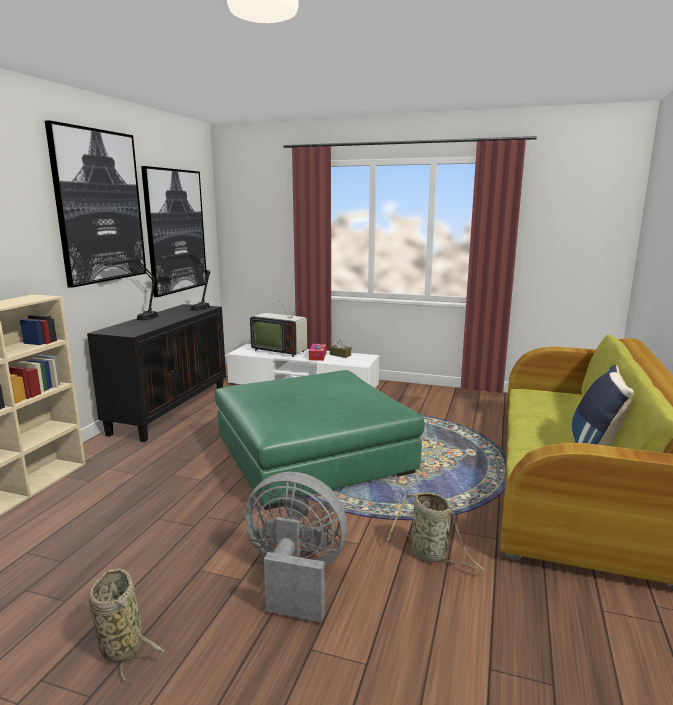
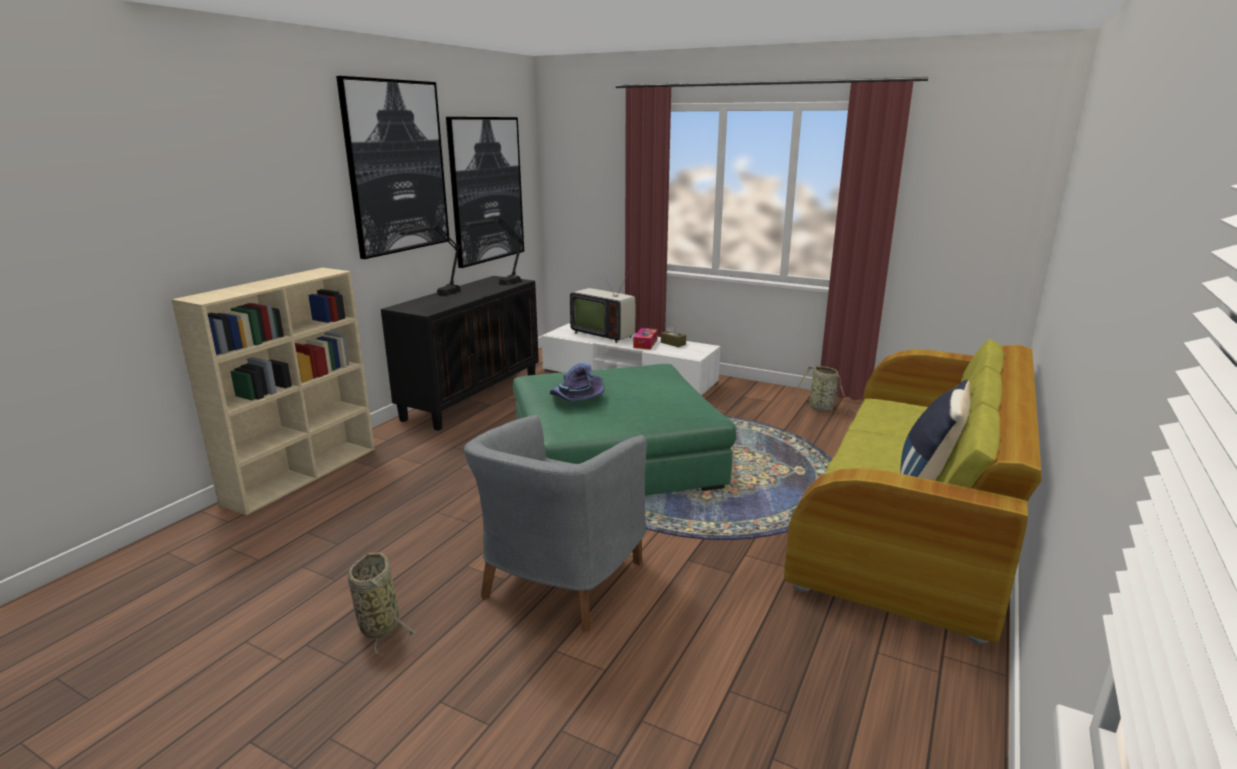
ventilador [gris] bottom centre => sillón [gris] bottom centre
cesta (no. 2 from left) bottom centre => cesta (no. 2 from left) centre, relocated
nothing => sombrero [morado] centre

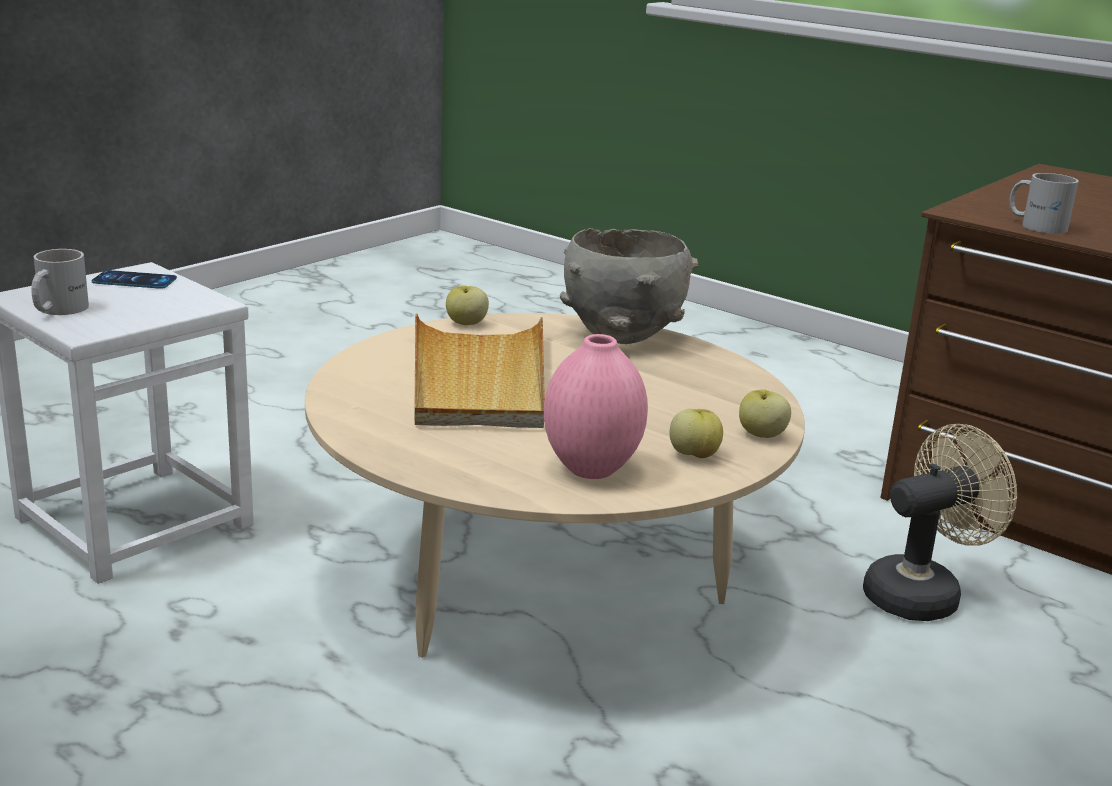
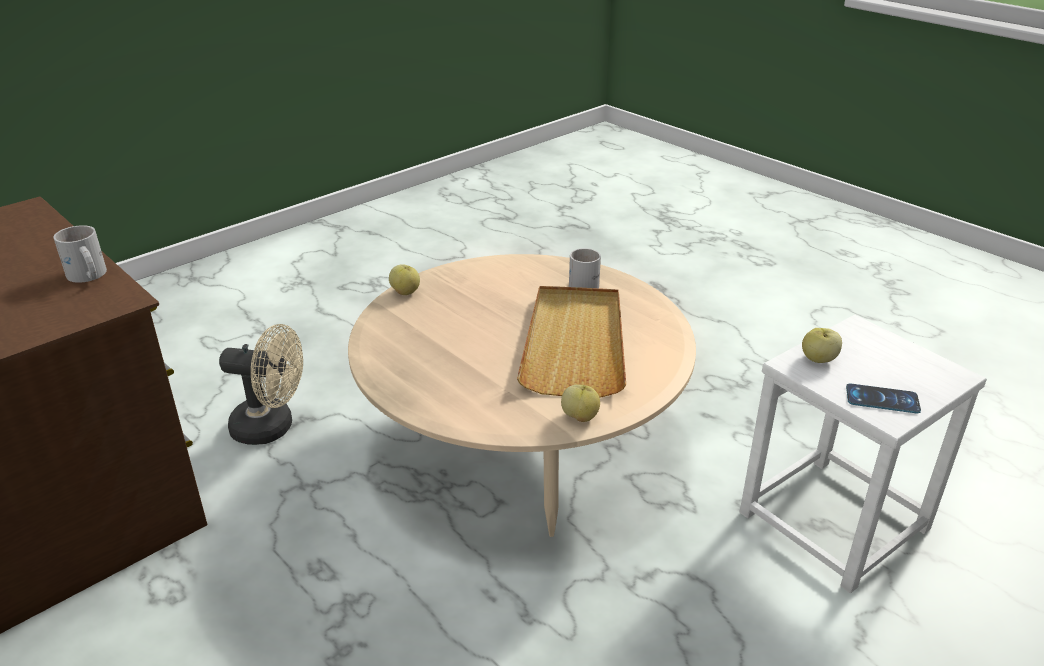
cuenco [gris] centre => nothing
taza grande [blanco] (no. 1 from left in the first image) middle left => taza grande [blanco] (no. 2 from left) centre, relocated
florero [rosa] centre => nothing
manzana (no. 2 from left in the first image) centre => manzana (no. 3 from left) middle right, relocated
ventilador [beis] middle right => ventilador [beis] middle left, 150 degrees counterclockwise

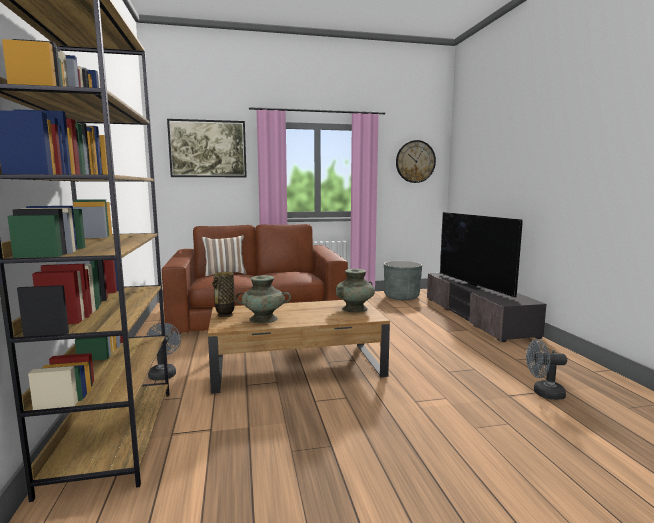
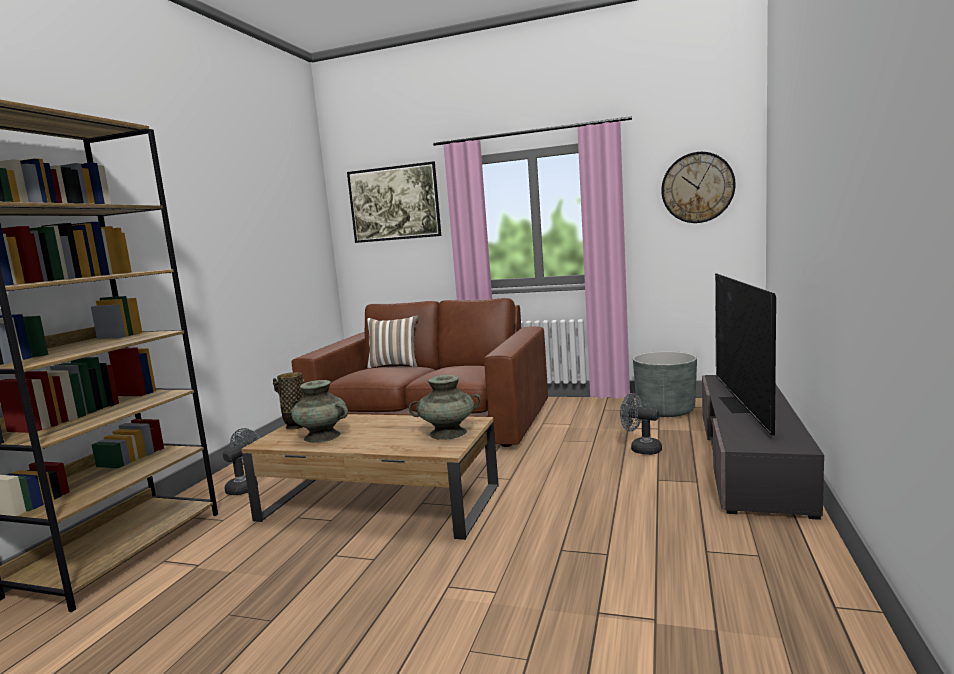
ventilador [gris] (no. 2 from left) bottom right => ventilador [gris] (no. 2 from left) middle right, relocated

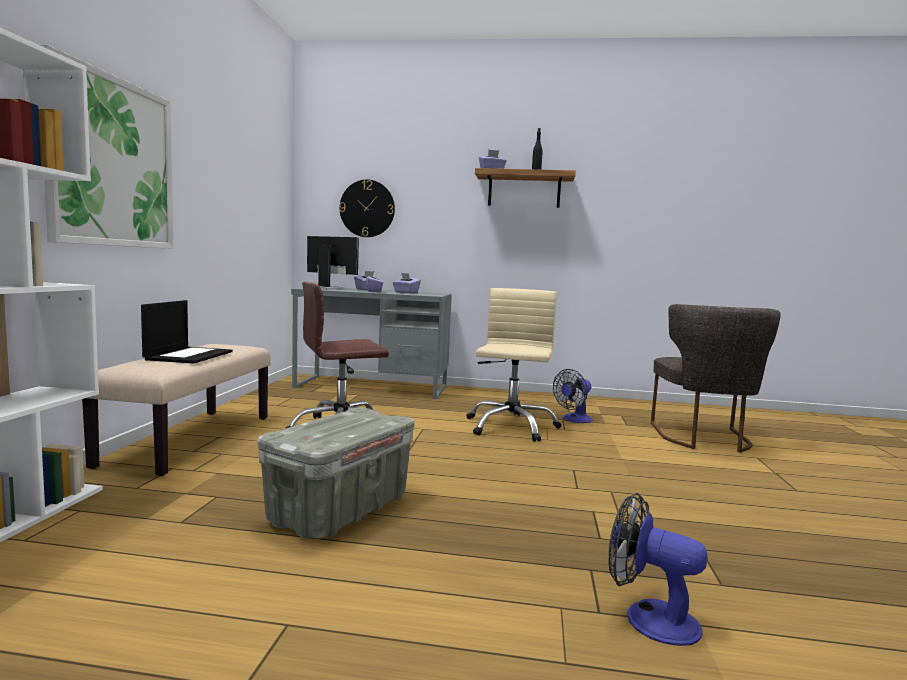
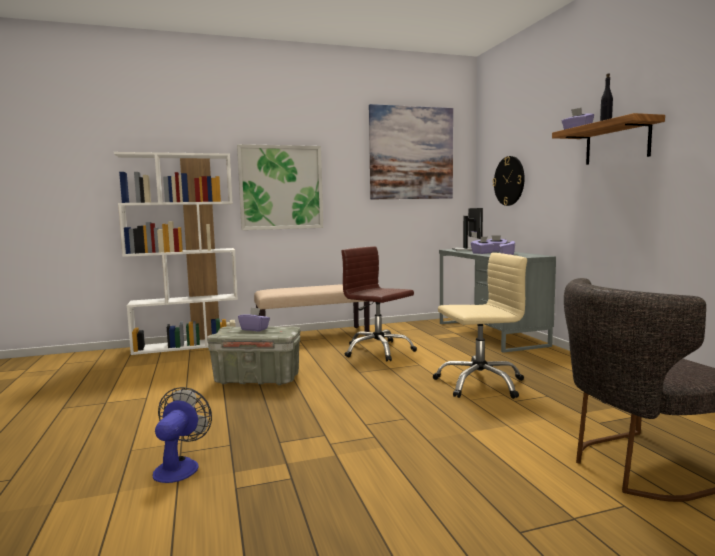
portátil middle left => nothing
ventilador (no. 1 from left) centre => nothing
nothing => cuadro (no. 2 from left) top centre
nothing => caja de pañuelos [morado] (no. 1 from left) centre

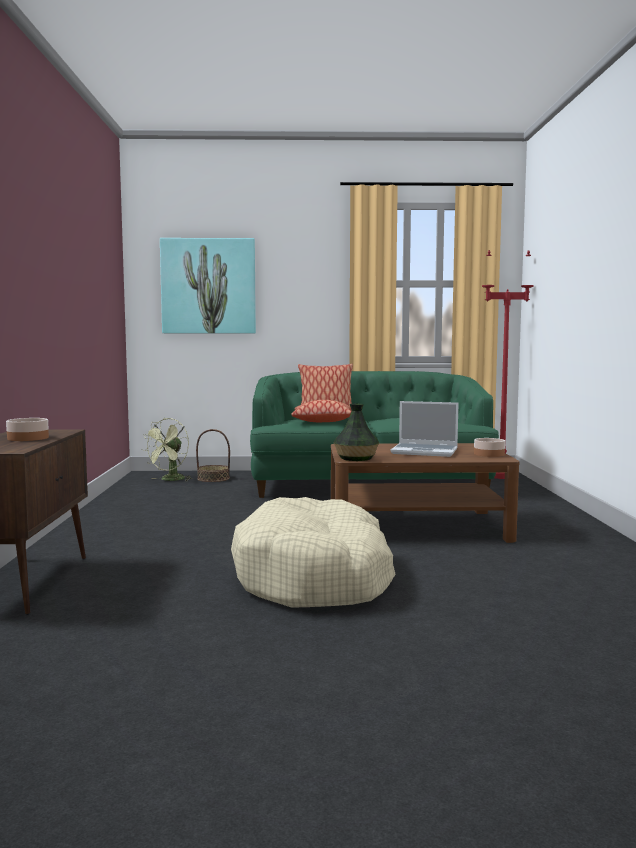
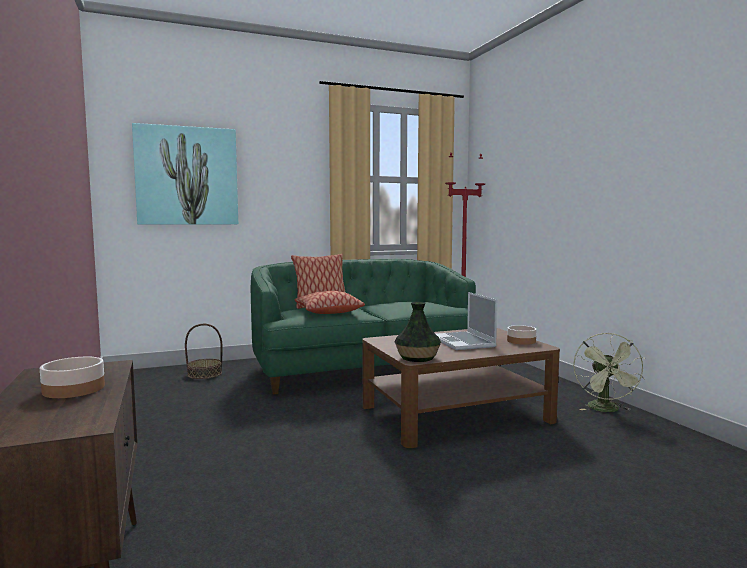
portátil middle right => portátil centre, 75 degrees clockwise
ventilador [verde] middle left => ventilador [verde] middle right, relocated
cama para perro [beis] centre => nothing

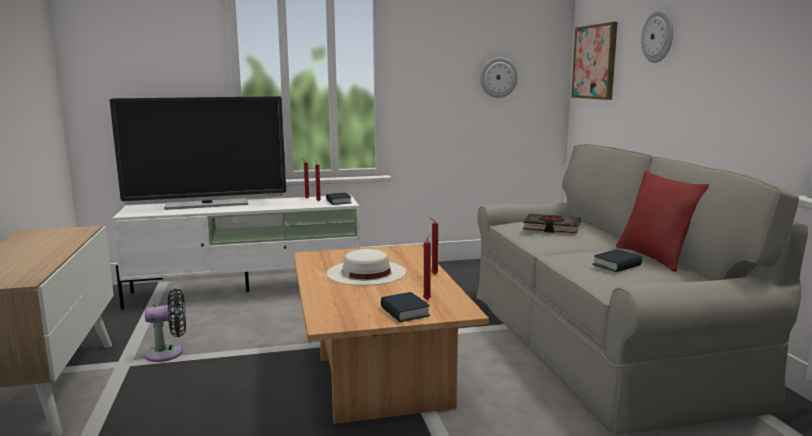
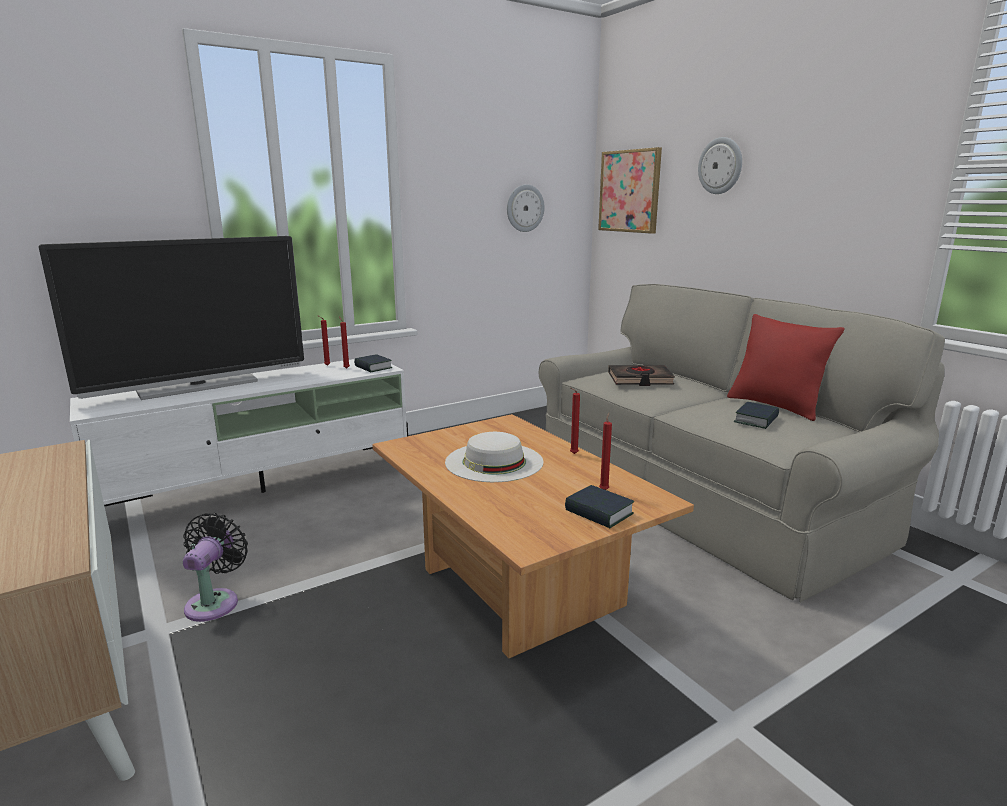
ventilador [negro] bottom left, 45 degrees counterclockwise

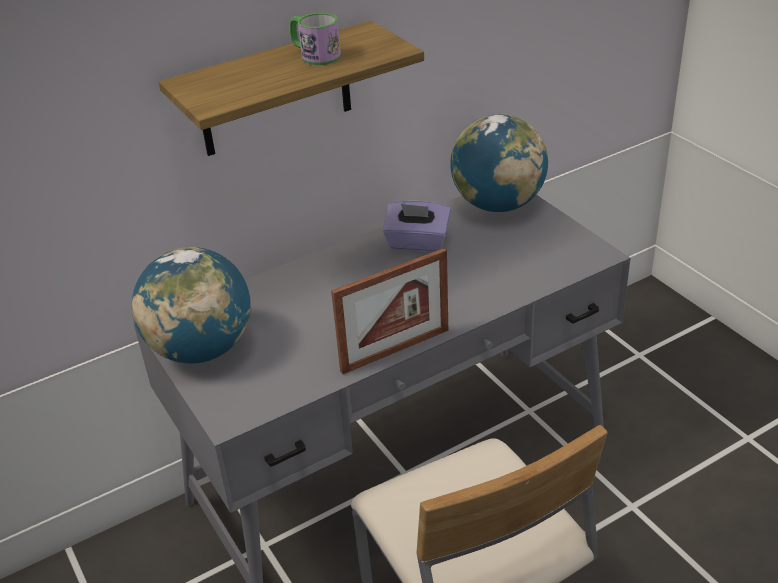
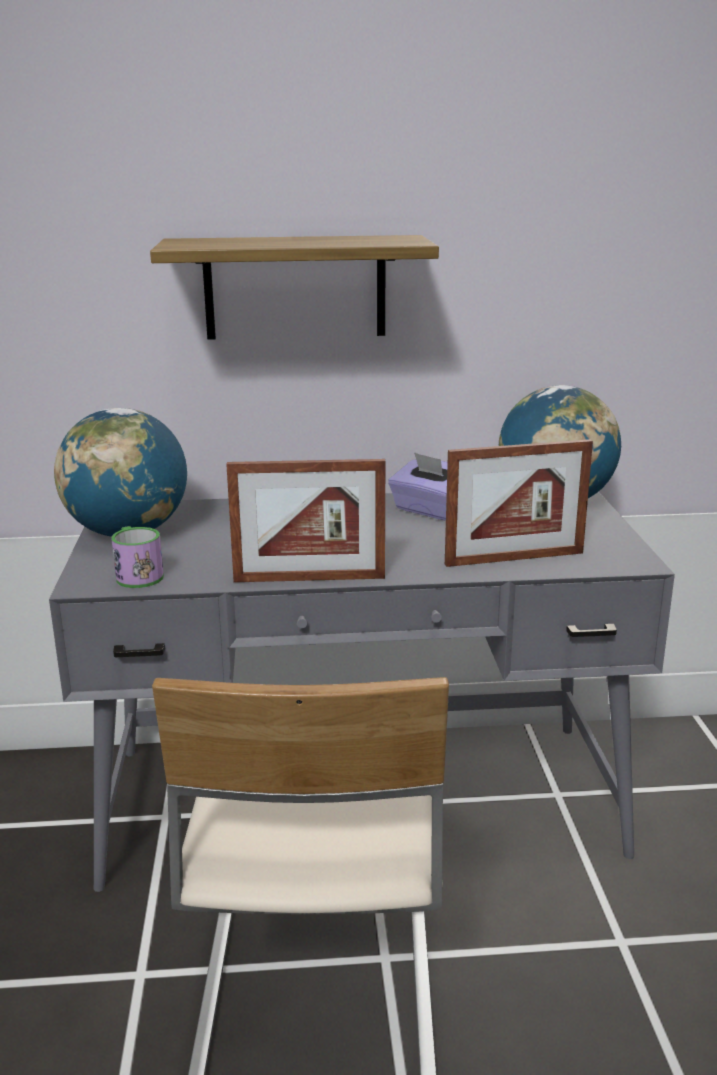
taza grande top centre => taza grande middle left, relocated
nothing => portarretratos (no. 2 from left) middle right

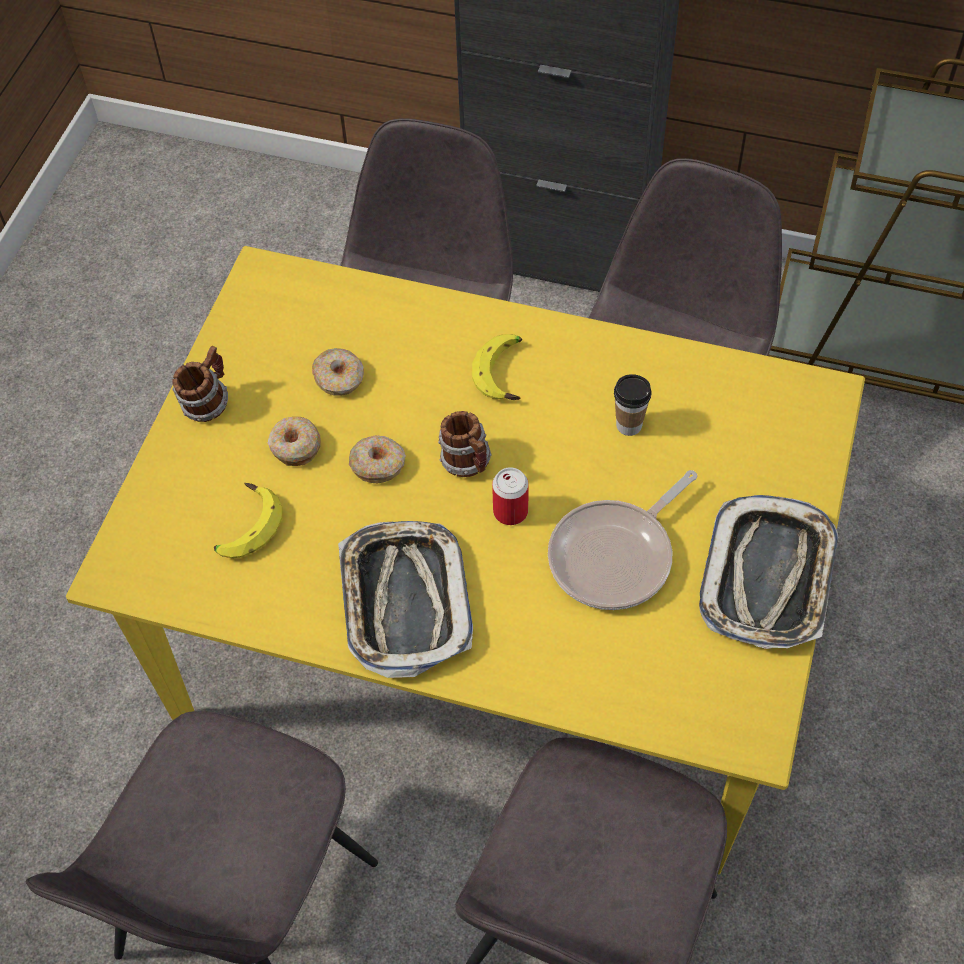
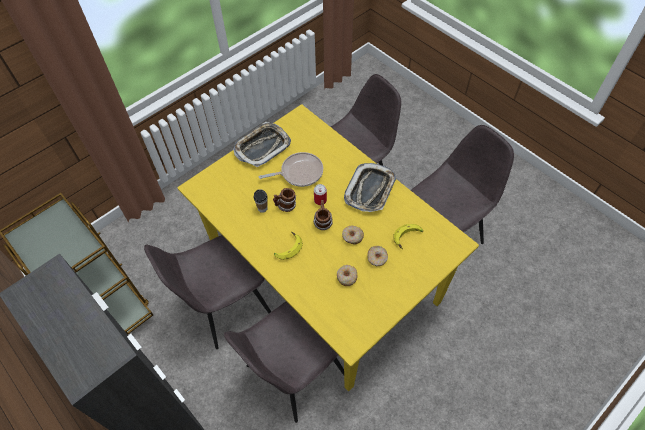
taza grande (no. 1 from left) middle left => taza grande (no. 1 from left) centre, relocated

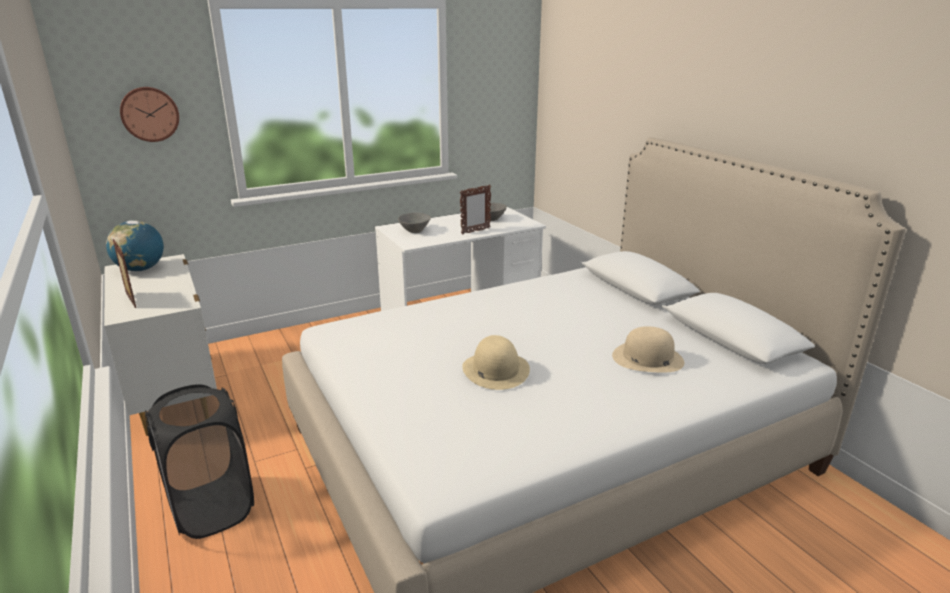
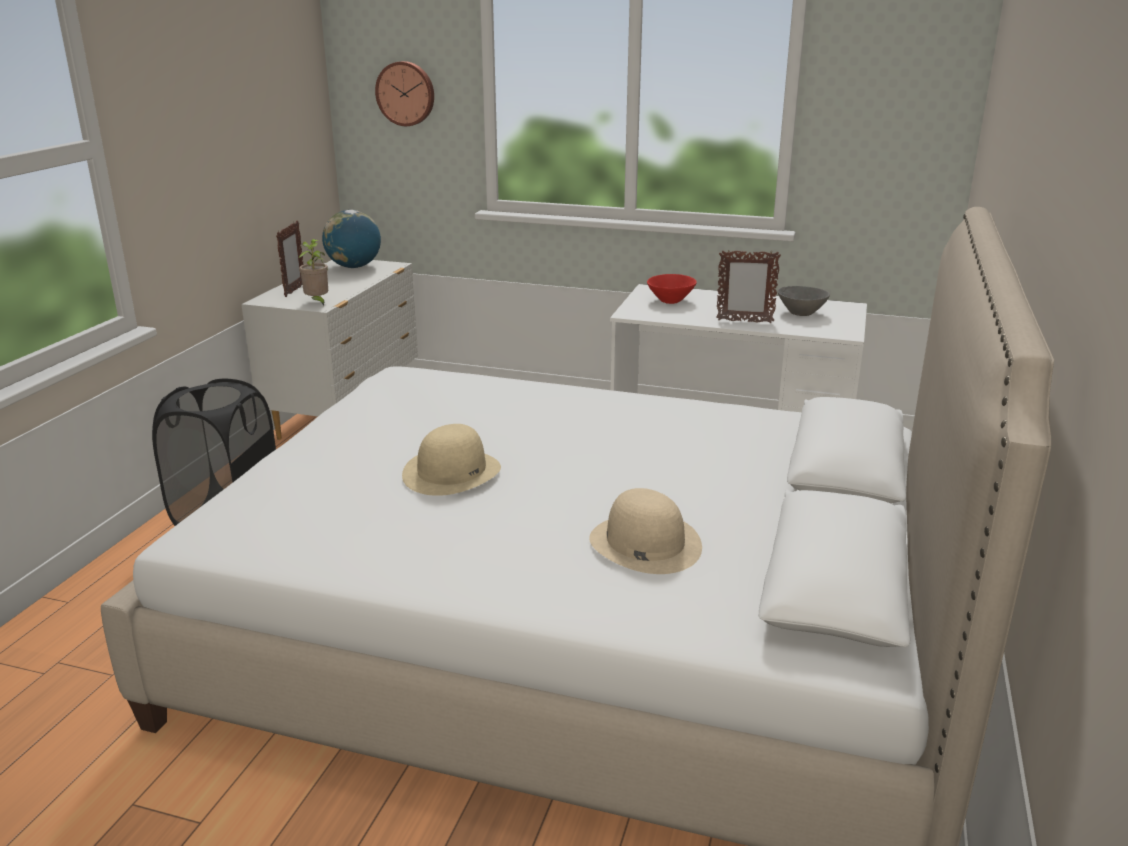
cuenco [gris] (no. 1 from left) centre => cuenco [rojo] centre
nothing => planta en maceta top left

